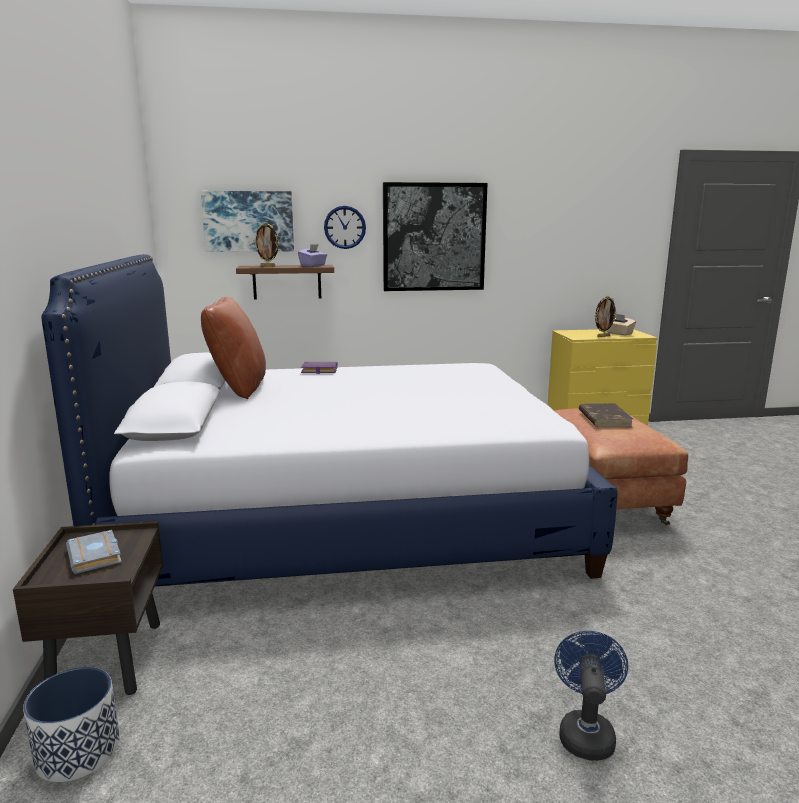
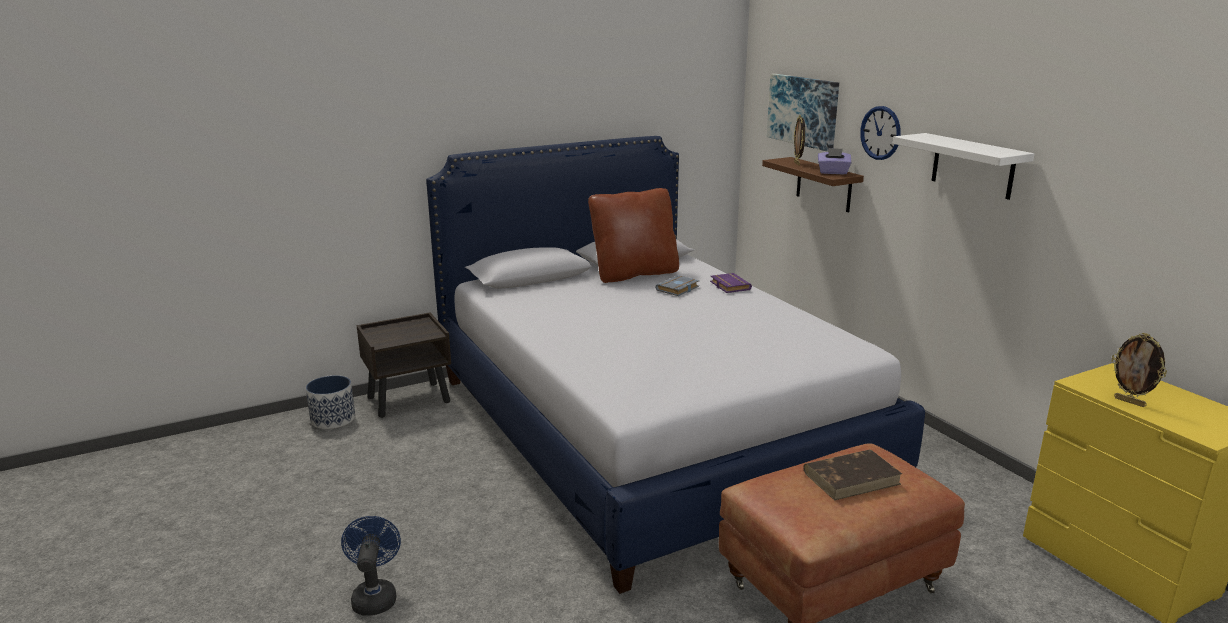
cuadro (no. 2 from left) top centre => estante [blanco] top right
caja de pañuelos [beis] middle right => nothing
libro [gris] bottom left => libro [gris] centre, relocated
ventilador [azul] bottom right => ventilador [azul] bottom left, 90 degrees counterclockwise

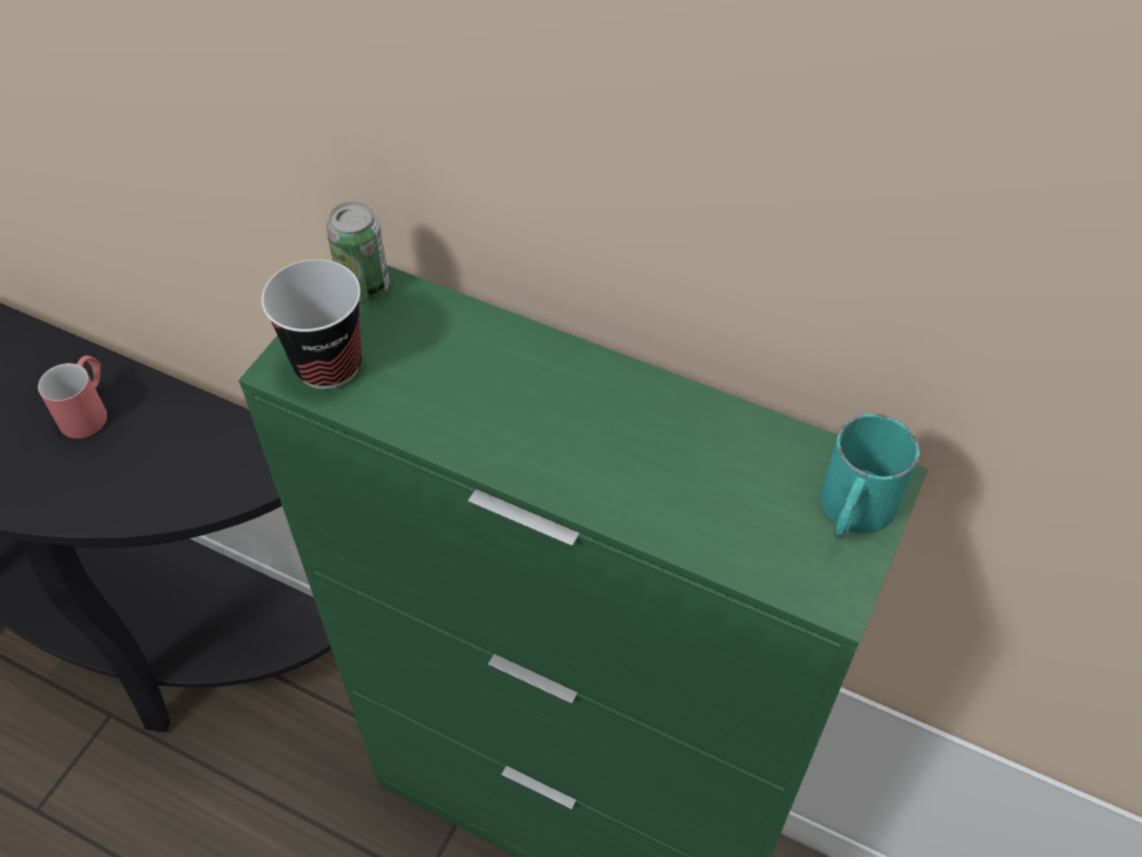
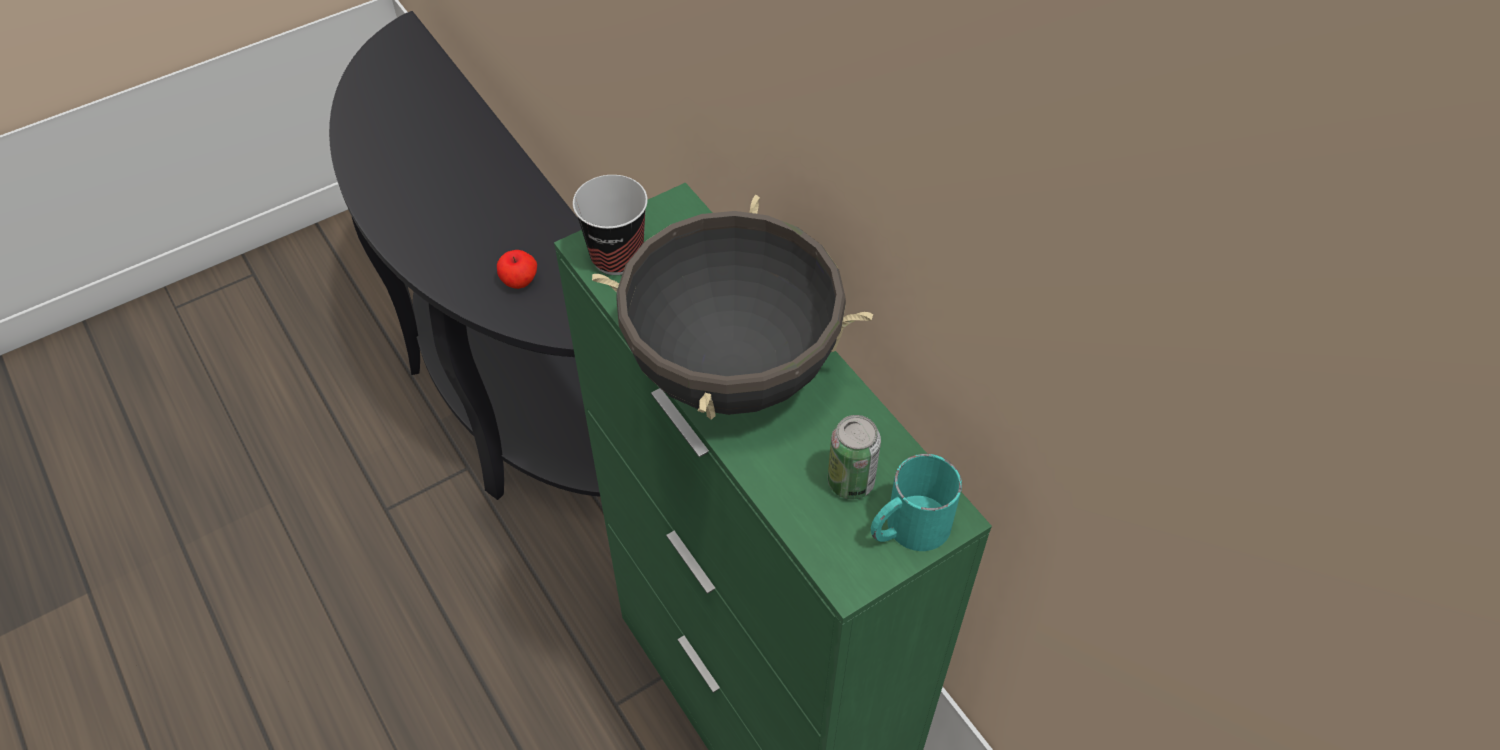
lata top left => lata centre, relocated
taza grande [rojo] middle left => nothing
nothing => olla [negro] centre
nothing => manzana centre

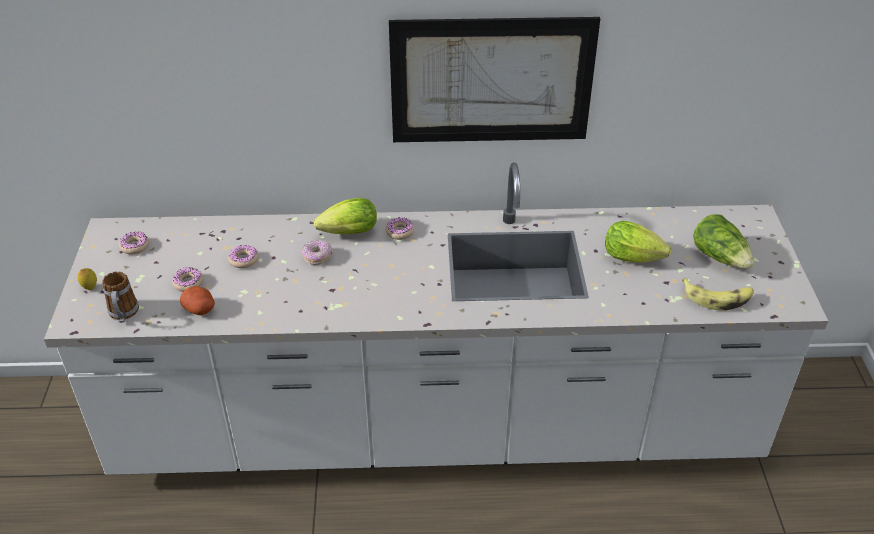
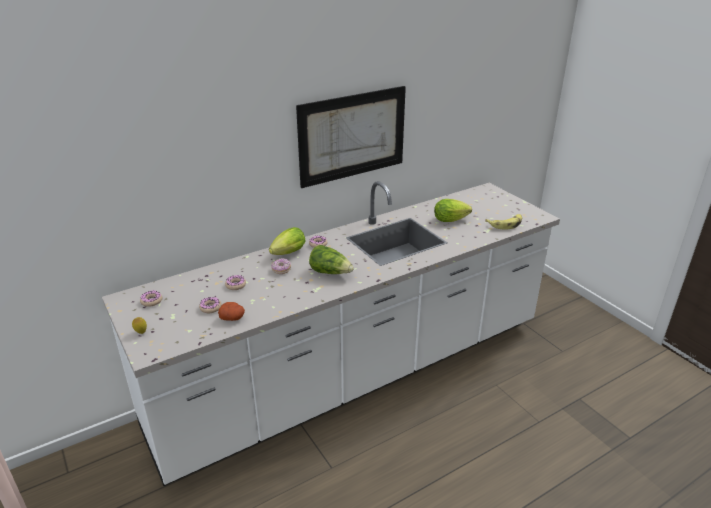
lechuga (no. 3 from left in the first image) middle right => lechuga (no. 2 from left) centre, relocated
taza grande middle left => nothing

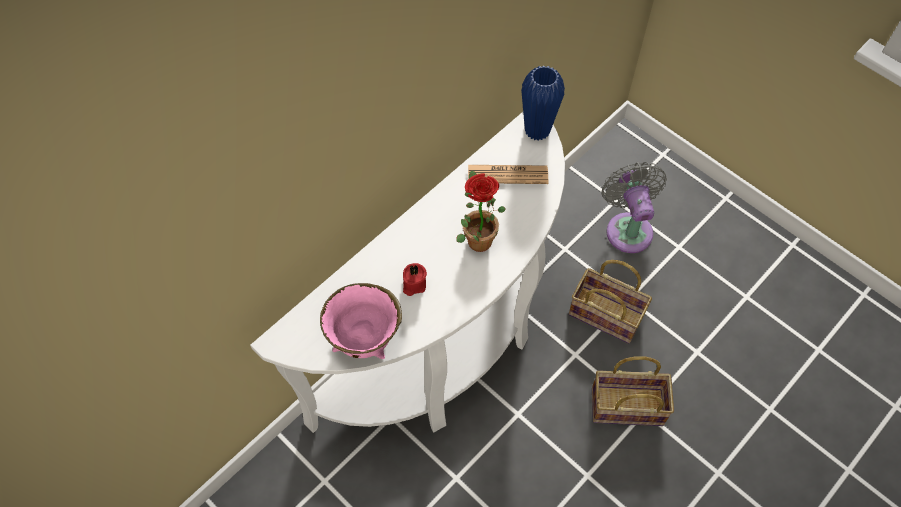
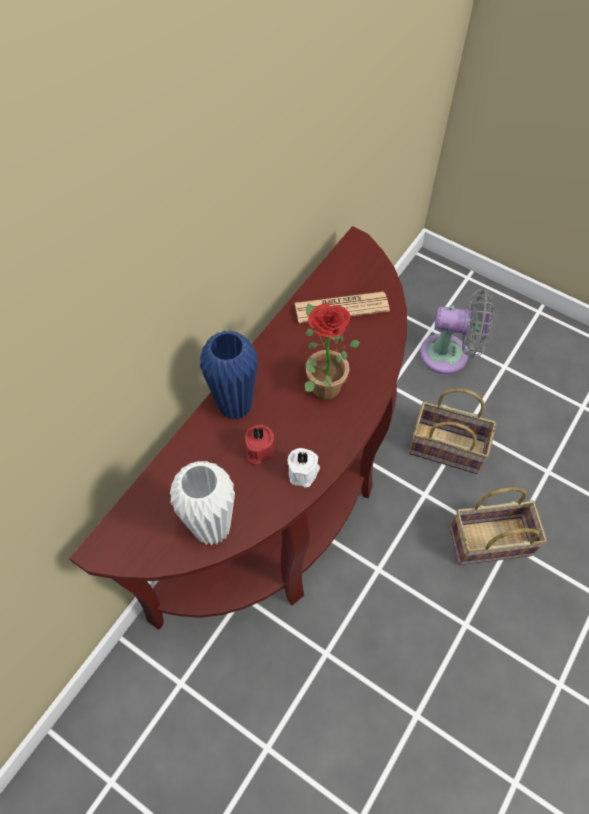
florero [azul] top centre => florero [azul] centre, relocated
mesa consola [blanco] centre => mesa consola [marrón] centre
ventilador [gris] middle right, 120 degrees clockwise
cuenco [rosa] centre => florero [blanco] centre
nothing => vela [blanco] centre

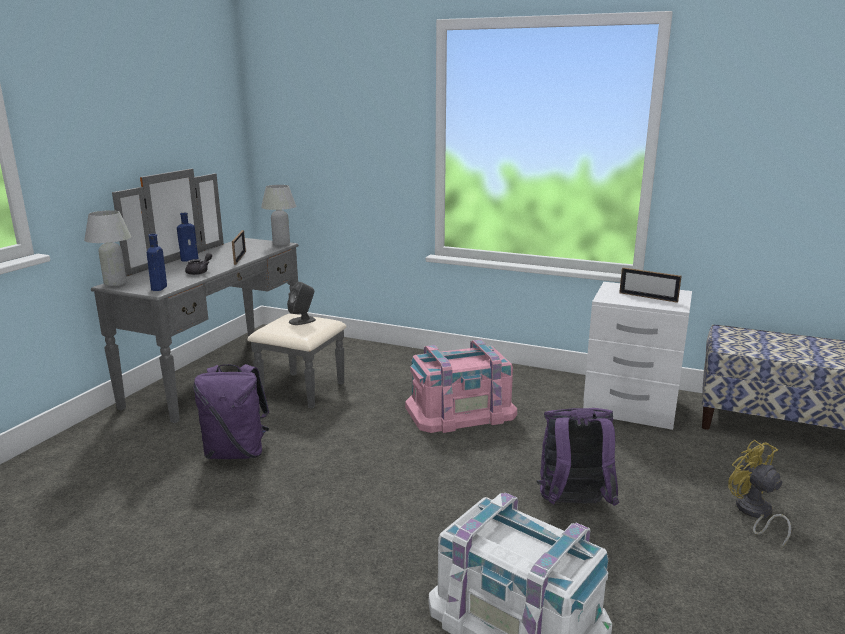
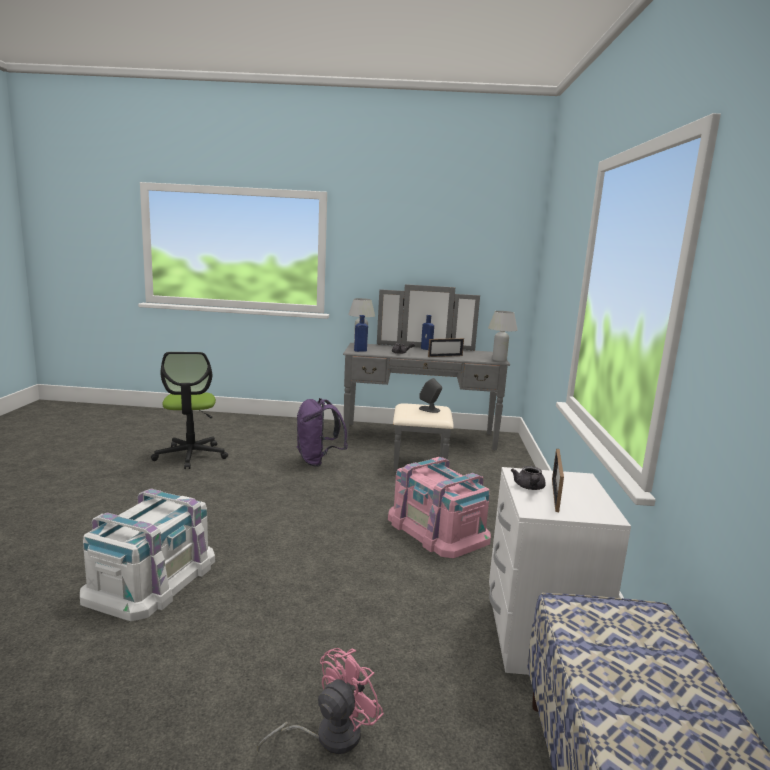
mochila [morado] (no. 2 from left) bottom right => nothing
ventilador [amarillo] bottom right => ventilador [rosa] bottom centre
nothing => silla de oficina middle left
nothing => tetera [gris] (no. 2 from left) middle right

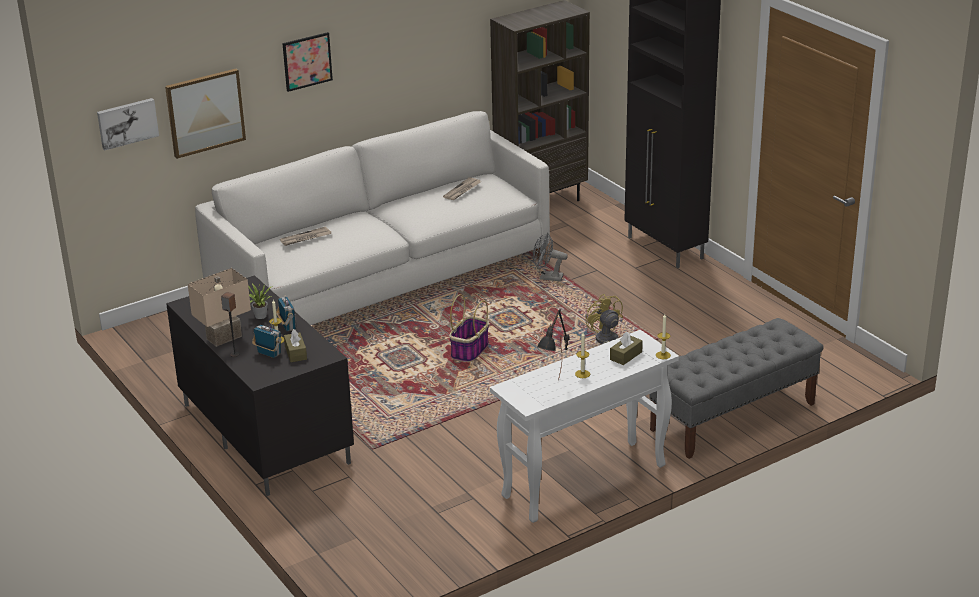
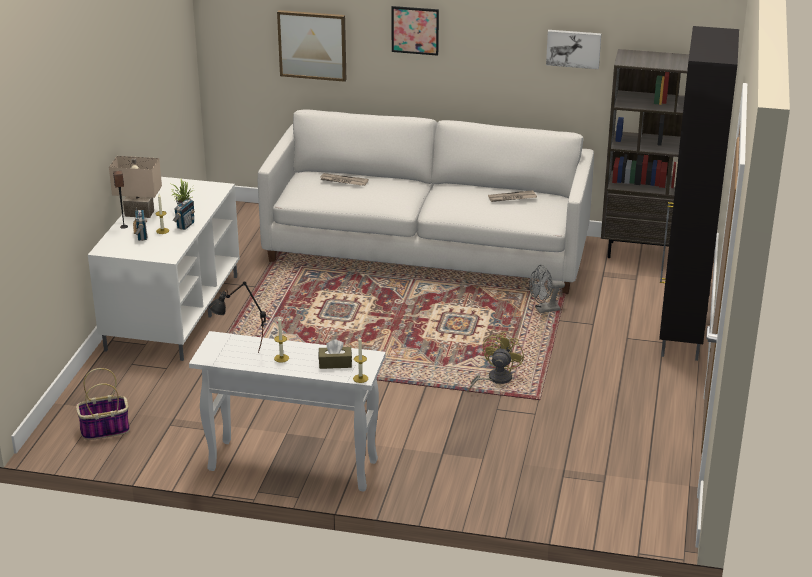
cuadro (no. 1 from left in the first image) top left => cuadro (no. 3 from left) top right, relocated
ventilador [gris] centre => ventilador [gris] middle right, 75 degrees counterclockwise
mueble de televisión [negro] middle left => mueble de televisión [blanco] middle left
cesta centre => cesta bottom left, relocated
banco [gris] middle right => nothing
caja de pañuelos [marrón] (no. 1 from left) middle left => nothing

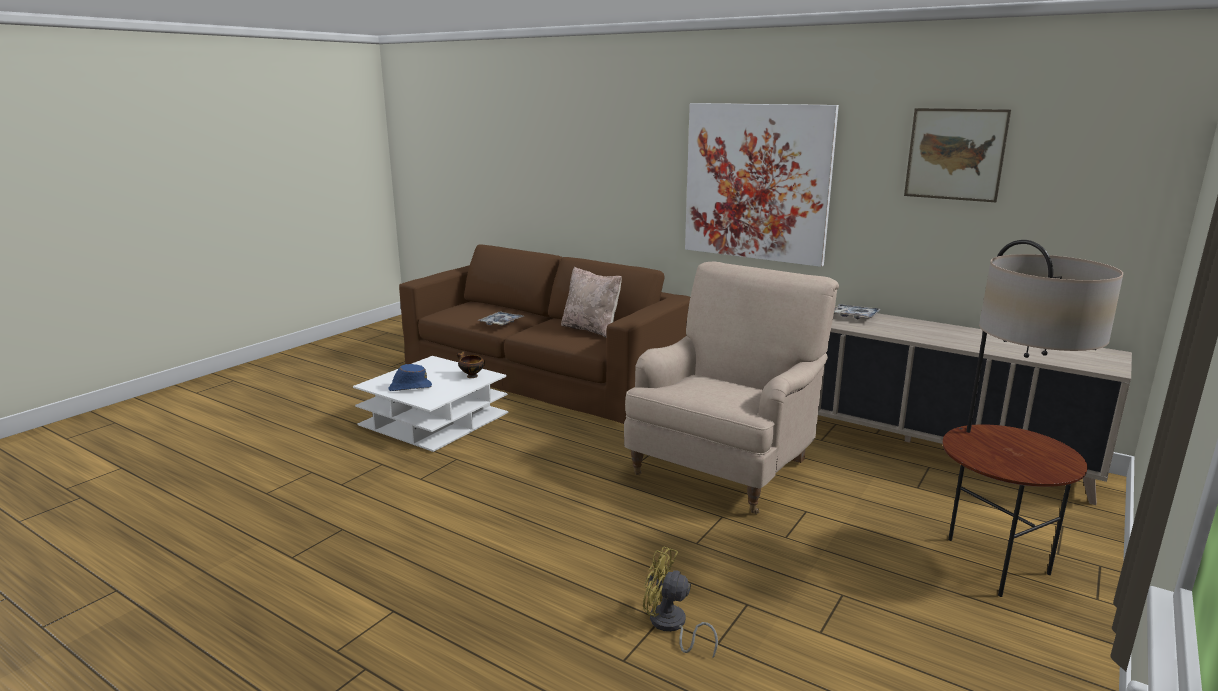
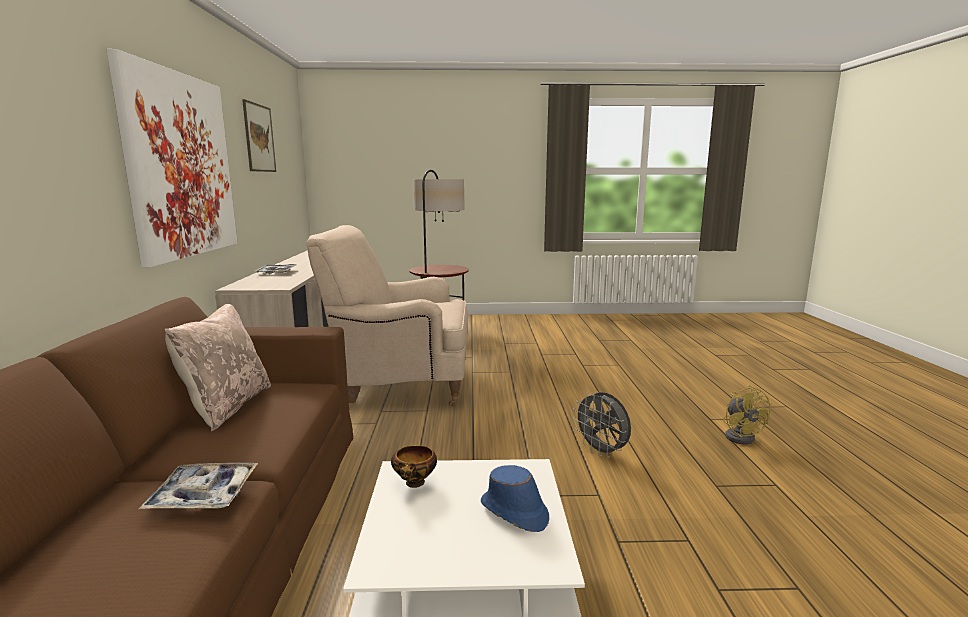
ventilador [amarillo] bottom centre => ventilador [amarillo] bottom right, relocated
nothing => ventilador [gris] bottom centre

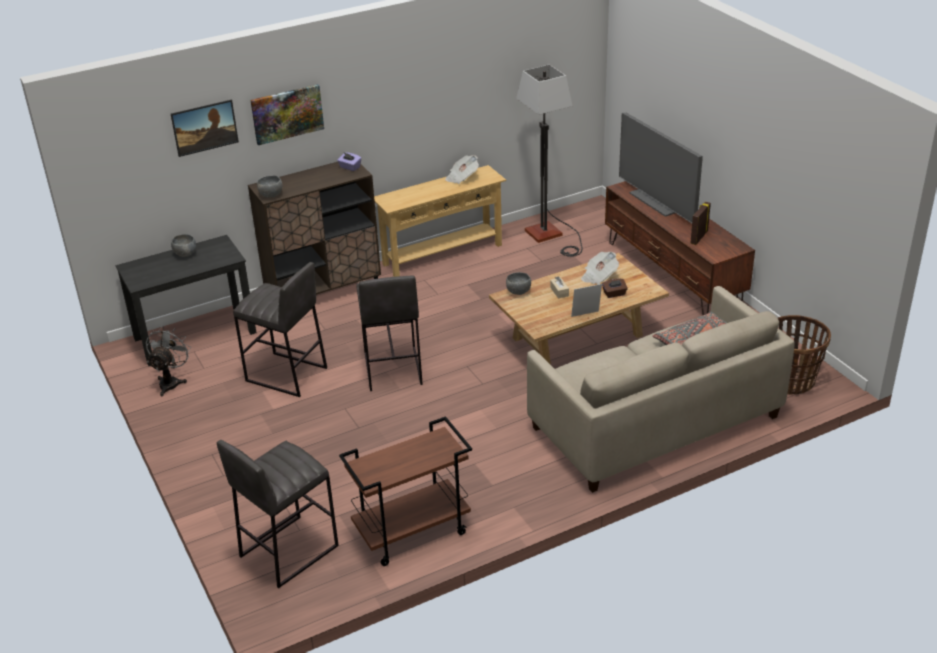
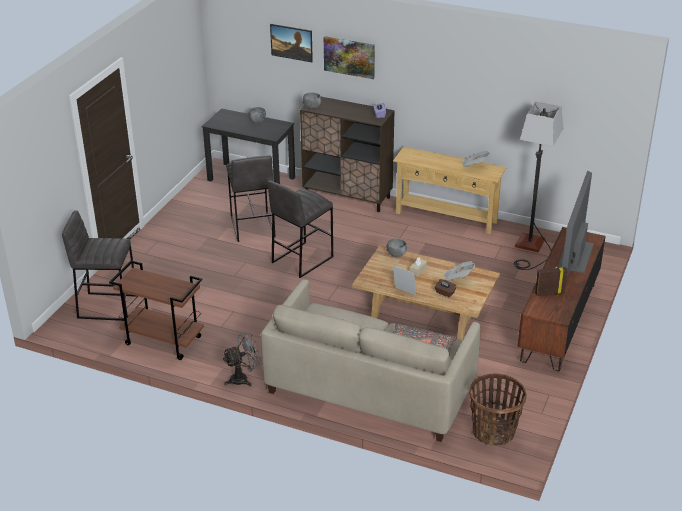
ventilador [gris] middle left => ventilador [gris] bottom centre, relocated

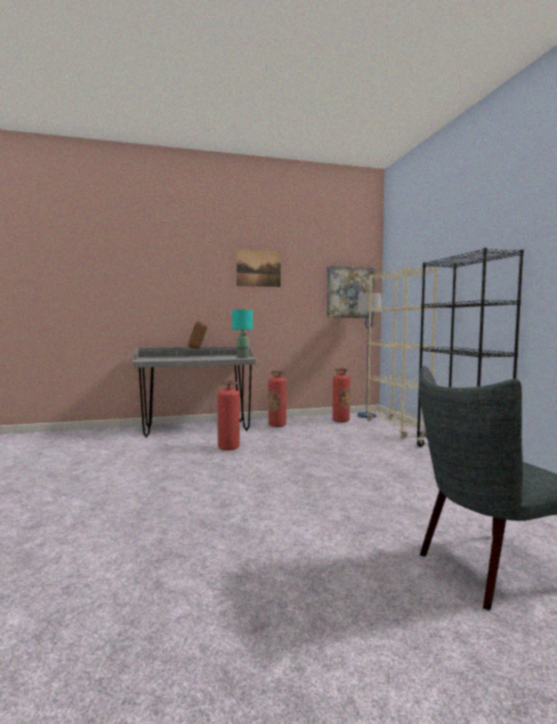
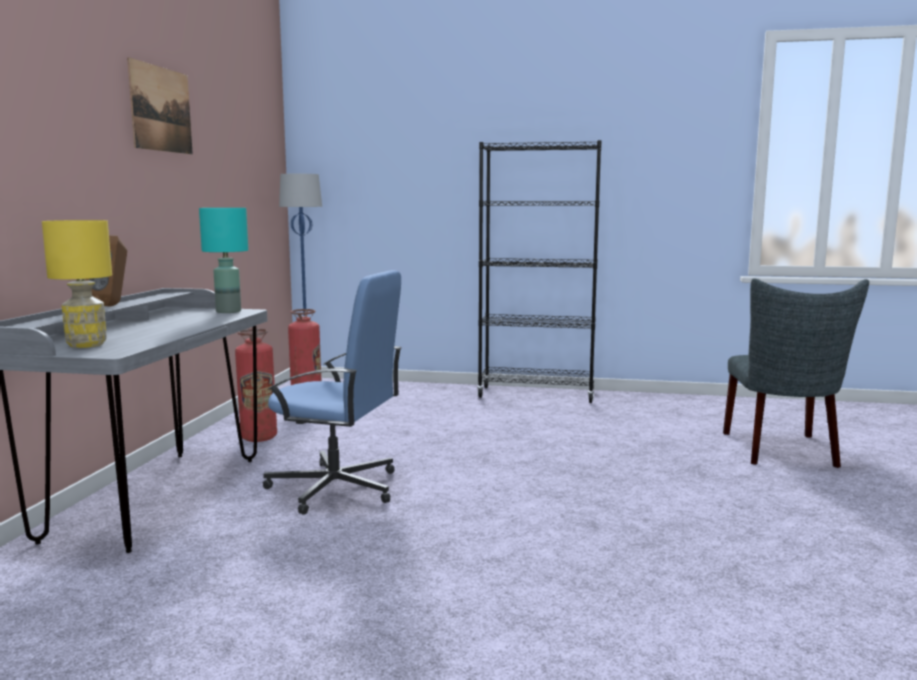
cuadro (no. 2 from left) centre => nothing
estantería [beis] middle right => nothing
extintor (no. 1 from left) centre => silla de oficina [azul] centre
nothing => lámpara de mesa [amarillo] middle left

